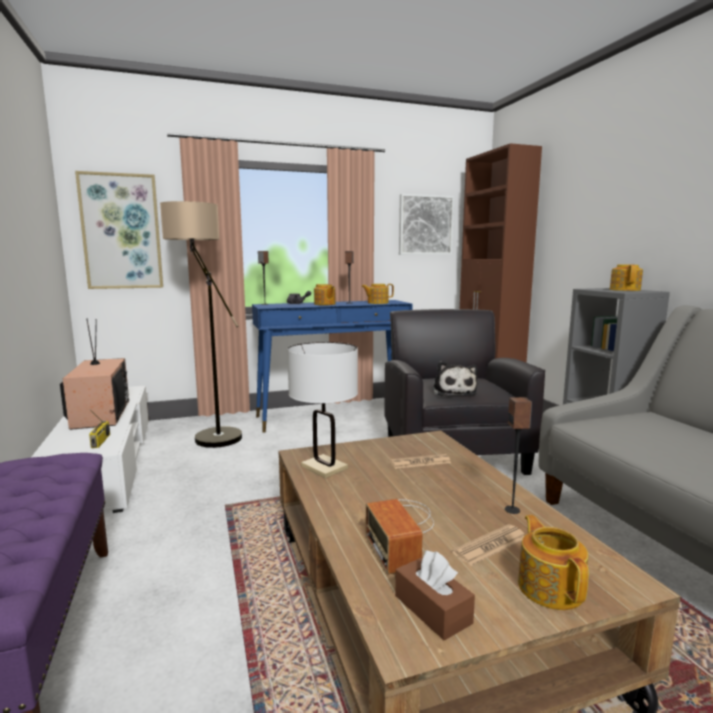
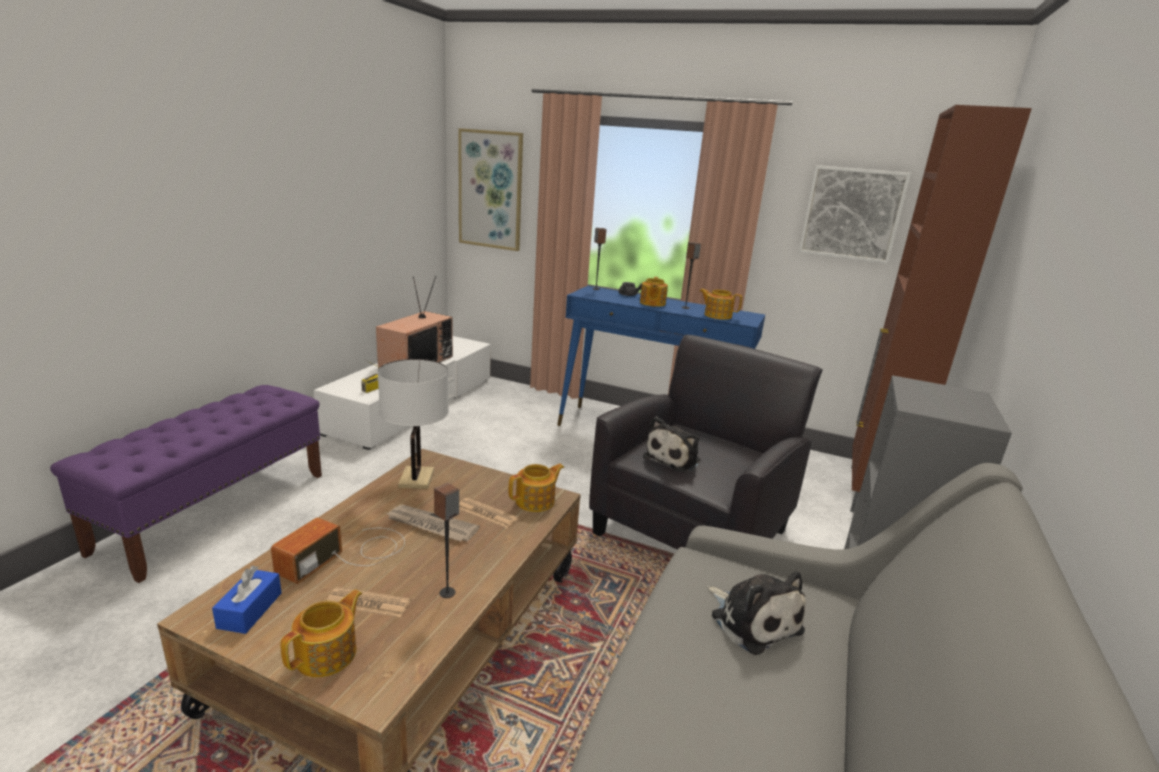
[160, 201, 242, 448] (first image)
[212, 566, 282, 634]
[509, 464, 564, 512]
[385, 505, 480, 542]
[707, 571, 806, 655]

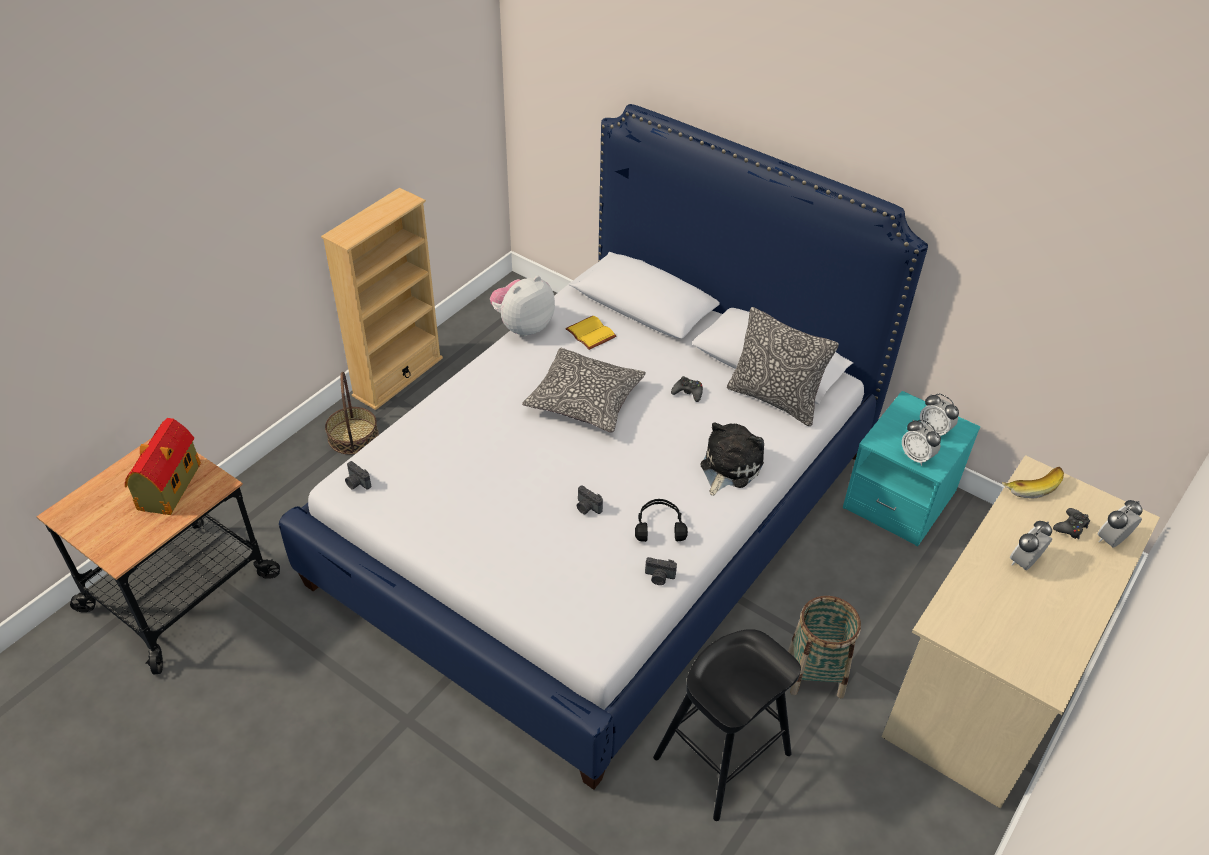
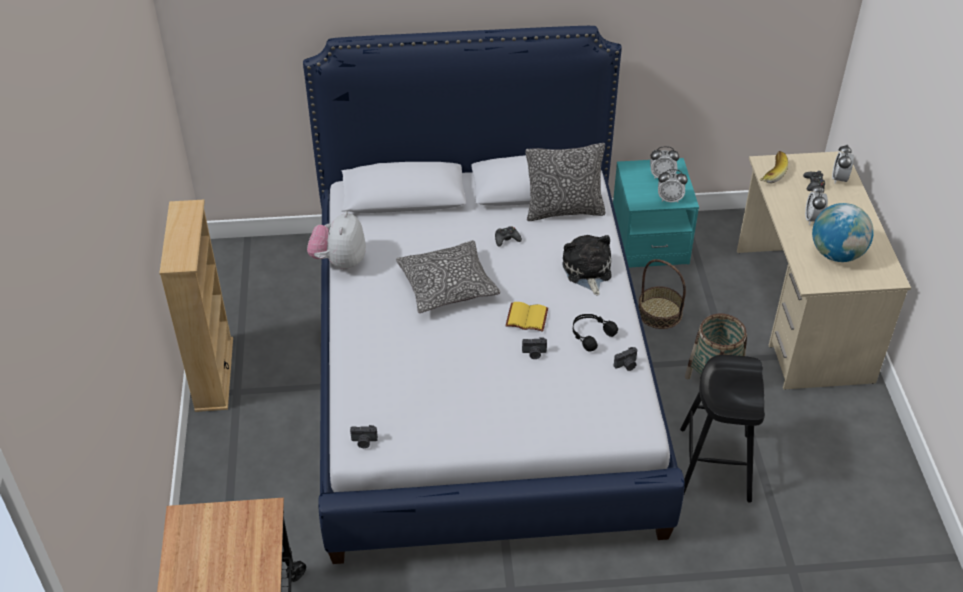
[125, 418, 201, 515] (first image)
[639, 259, 686, 329]
[506, 302, 548, 332]
[812, 203, 874, 262]

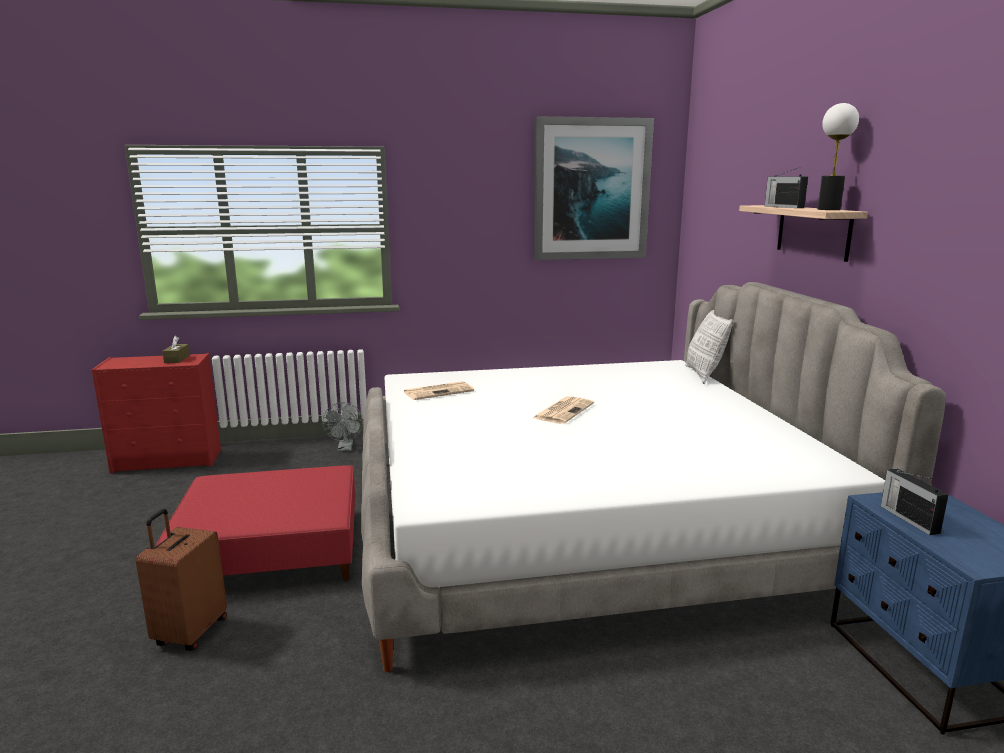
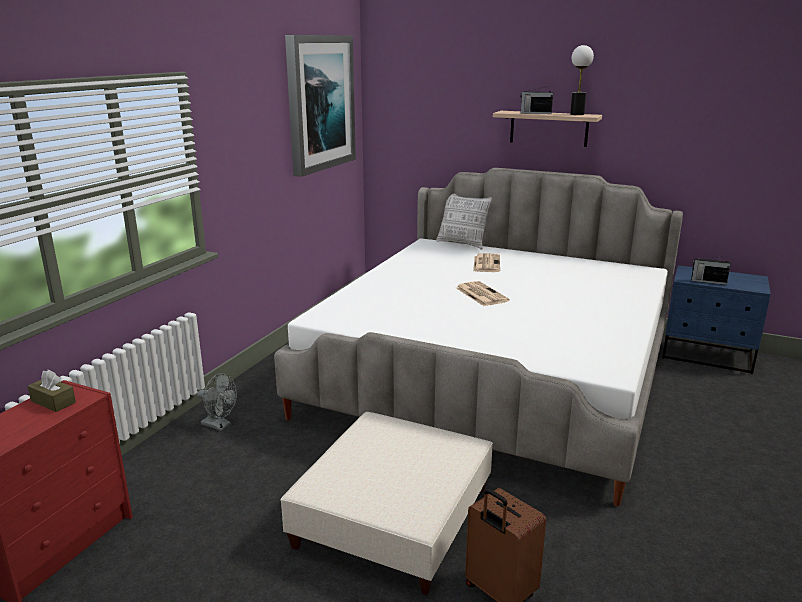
[280, 412, 493, 595]
[473, 253, 500, 272]

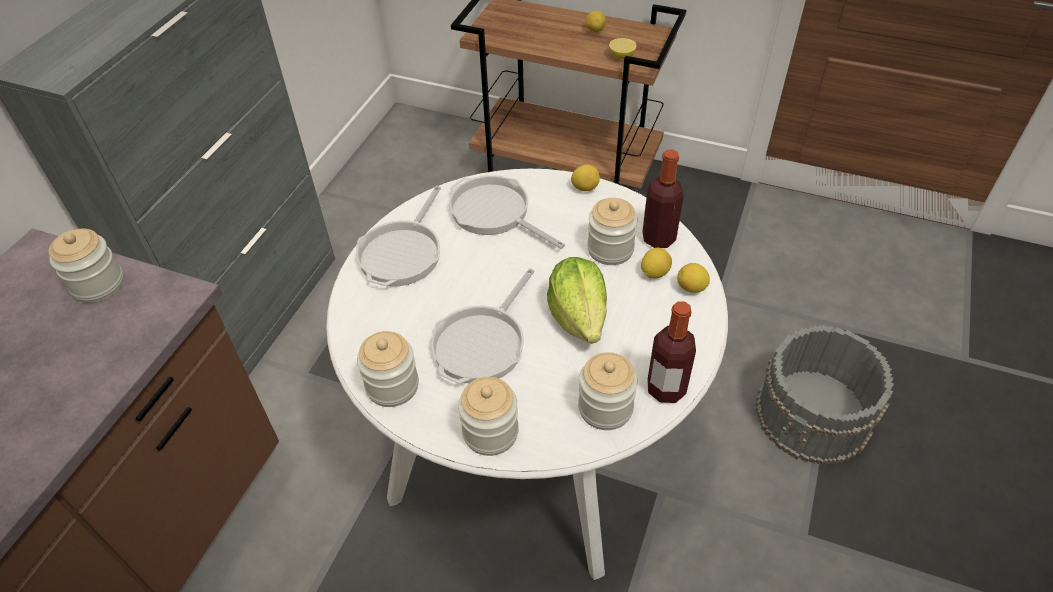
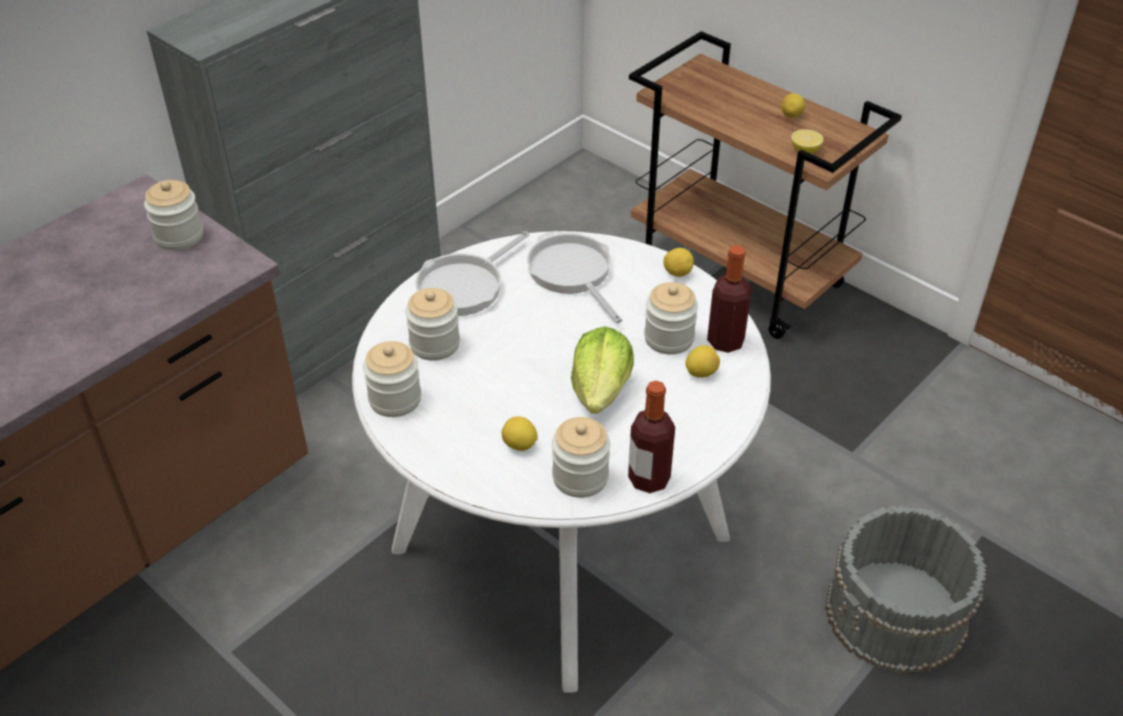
[431, 268, 535, 384] (first image)
[405, 288, 460, 361]
[502, 416, 538, 451]

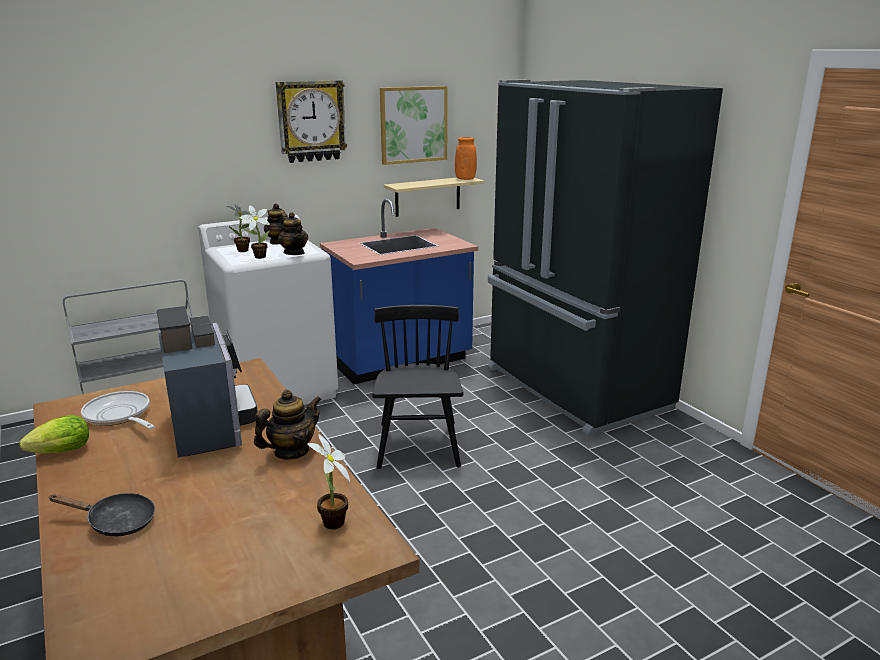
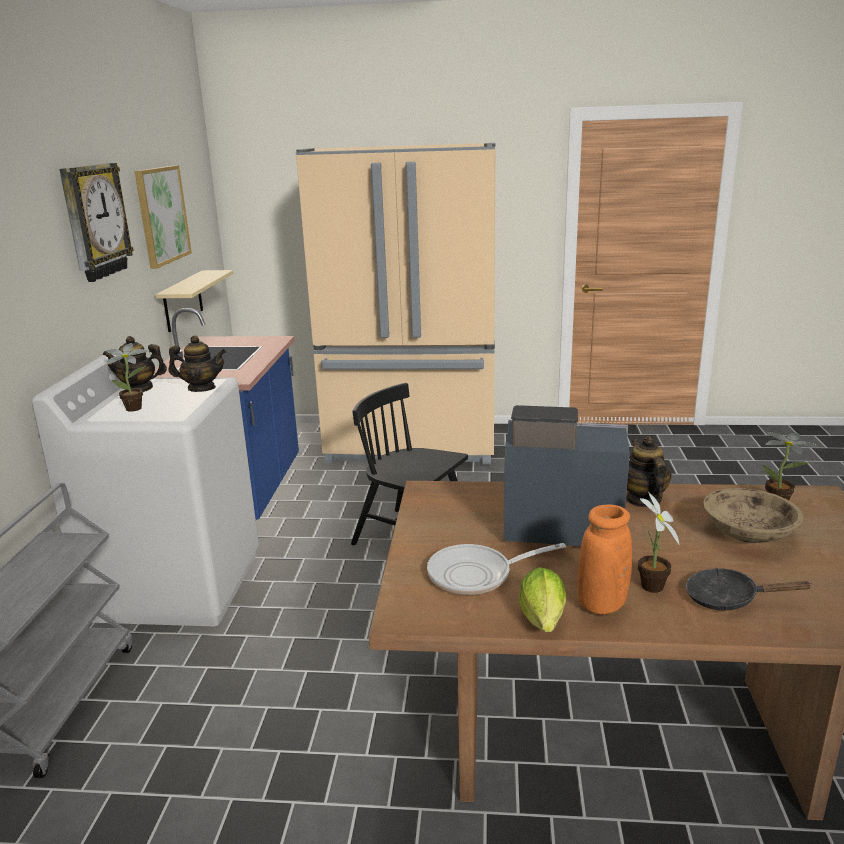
[686, 568, 812, 611]
[638, 492, 679, 593]
[578, 504, 632, 615]
[296, 143, 495, 465]
[703, 488, 803, 544]

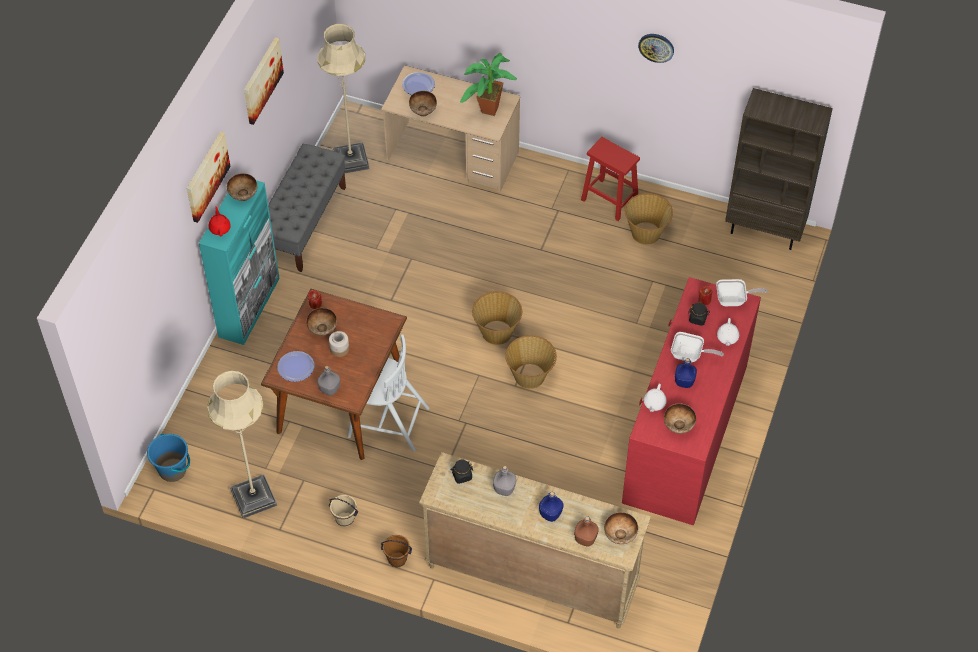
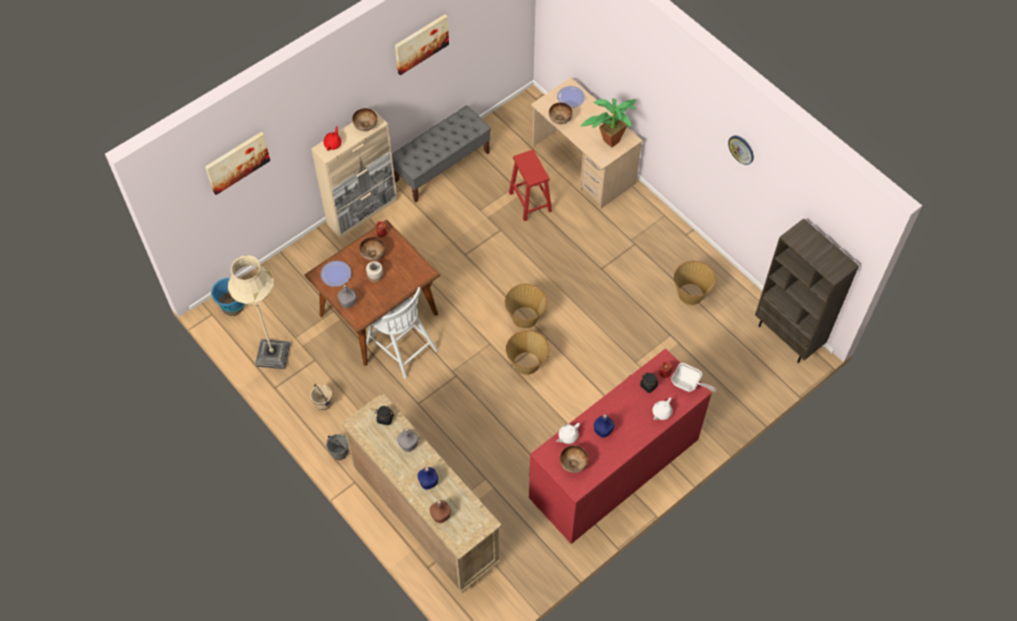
[205, 132, 270, 195]
[311, 109, 397, 238]
[317, 24, 369, 173] (first image)
[326, 434, 349, 460]
[509, 150, 552, 221]
[604, 512, 638, 544] (first image)
[671, 332, 724, 362] (first image)

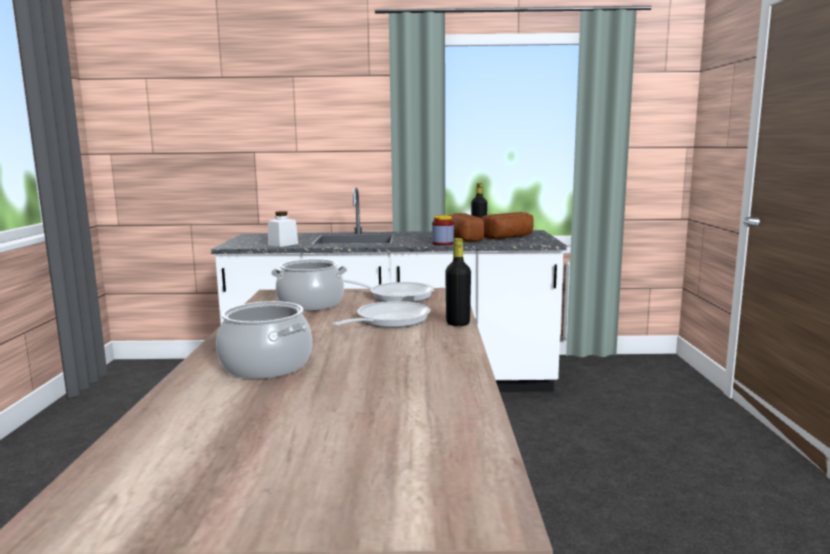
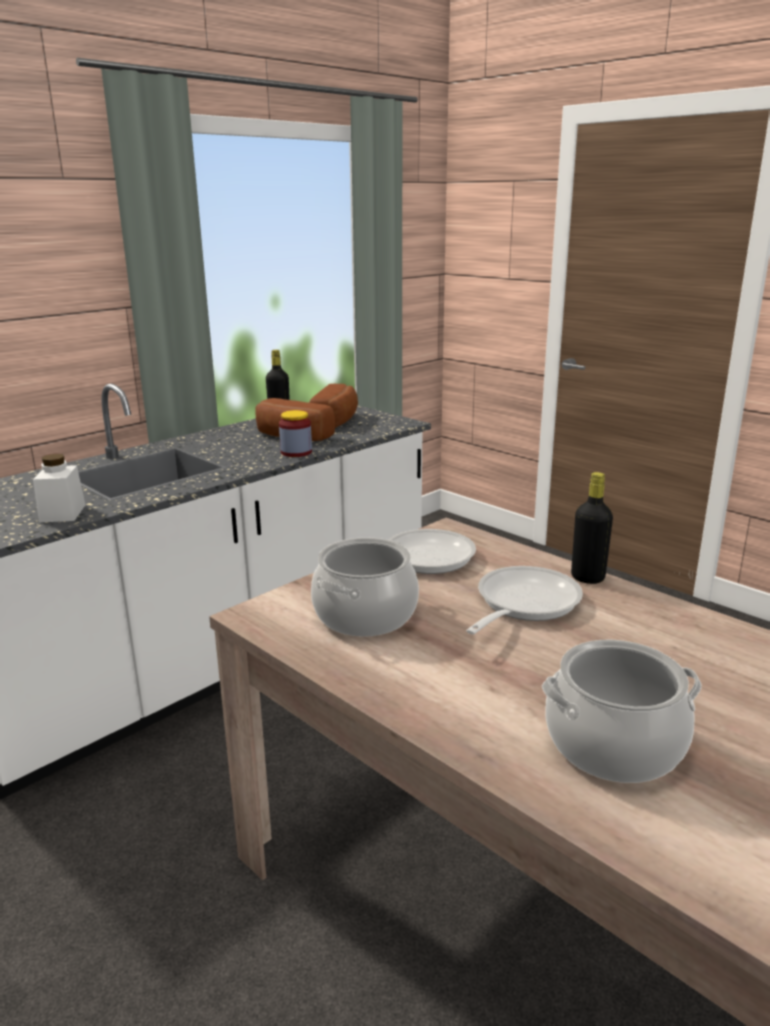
[466, 566, 583, 634]

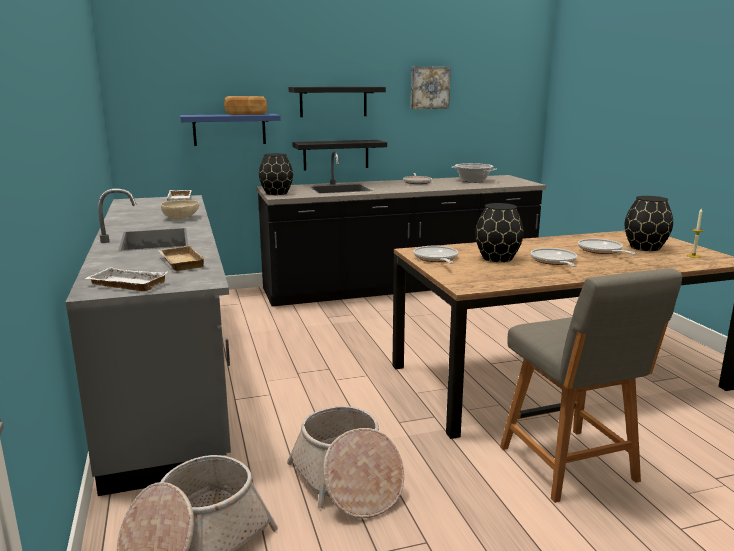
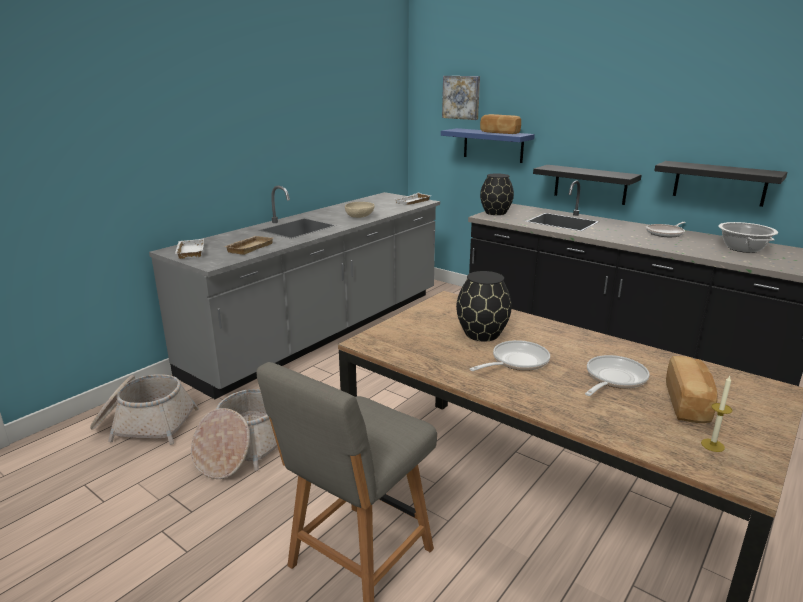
[654, 161, 788, 207]
[442, 76, 480, 120]
[414, 246, 458, 264] (first image)
[666, 356, 718, 423]

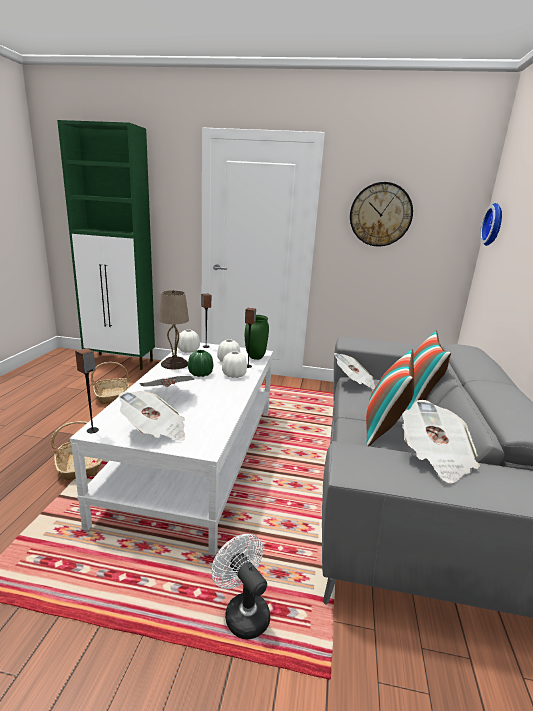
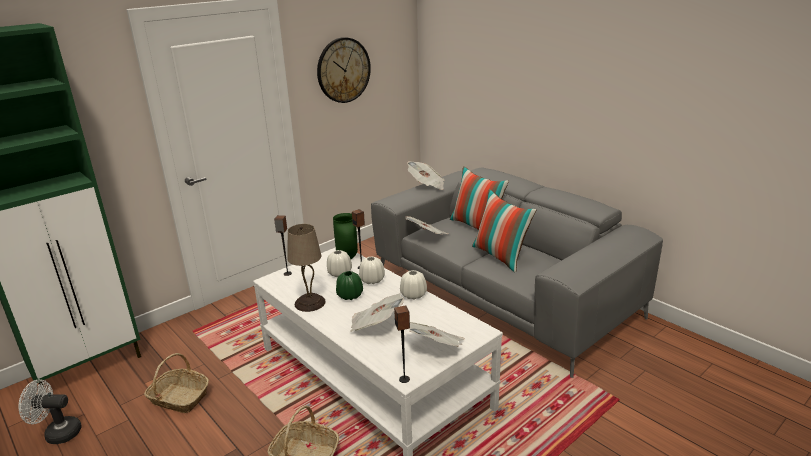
[400, 270, 427, 300]
[19, 379, 82, 444]
[407, 161, 445, 190]
[480, 203, 502, 246] (first image)

